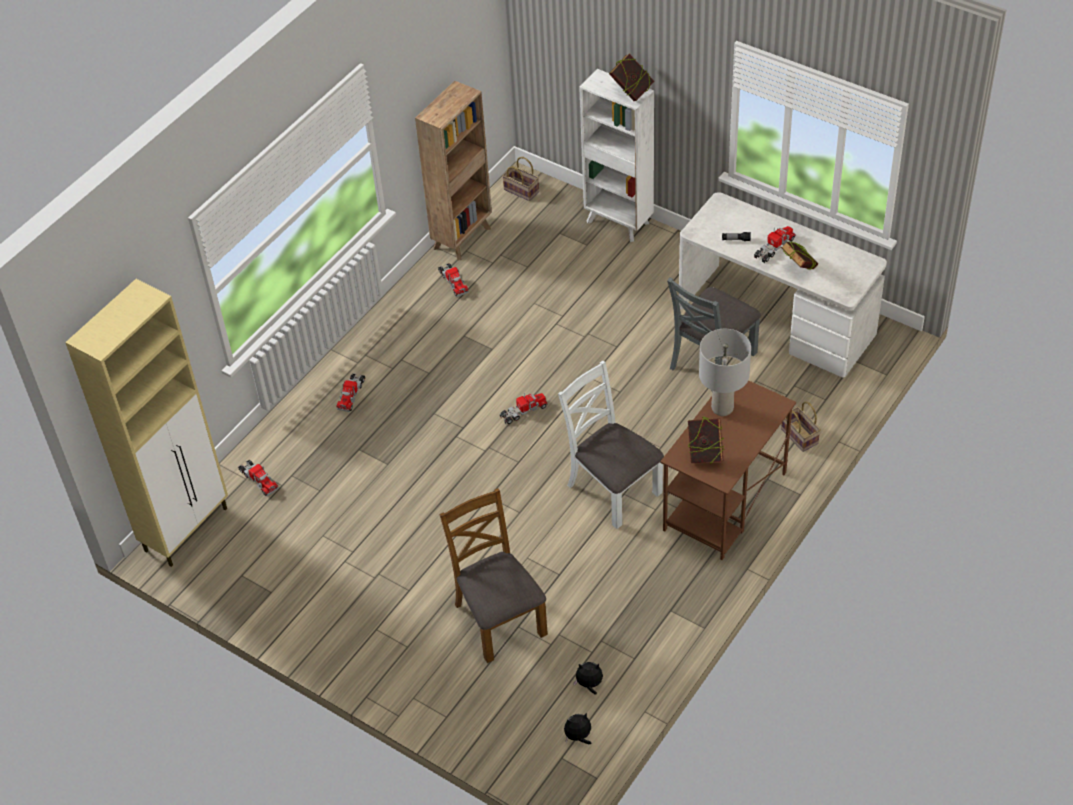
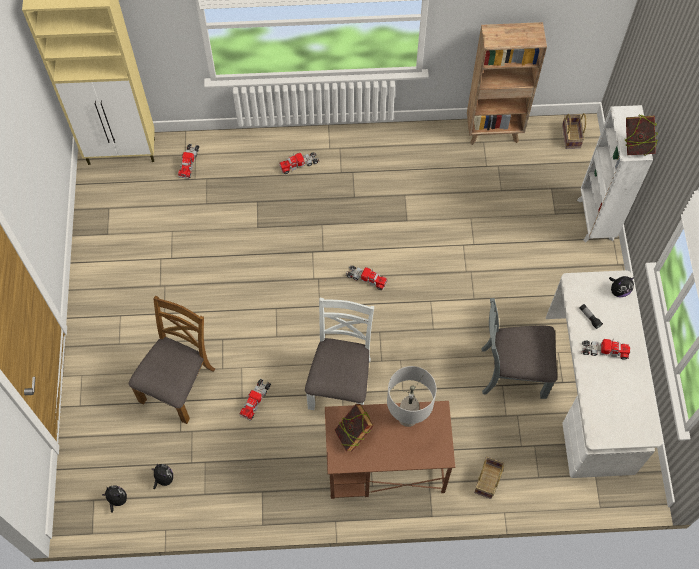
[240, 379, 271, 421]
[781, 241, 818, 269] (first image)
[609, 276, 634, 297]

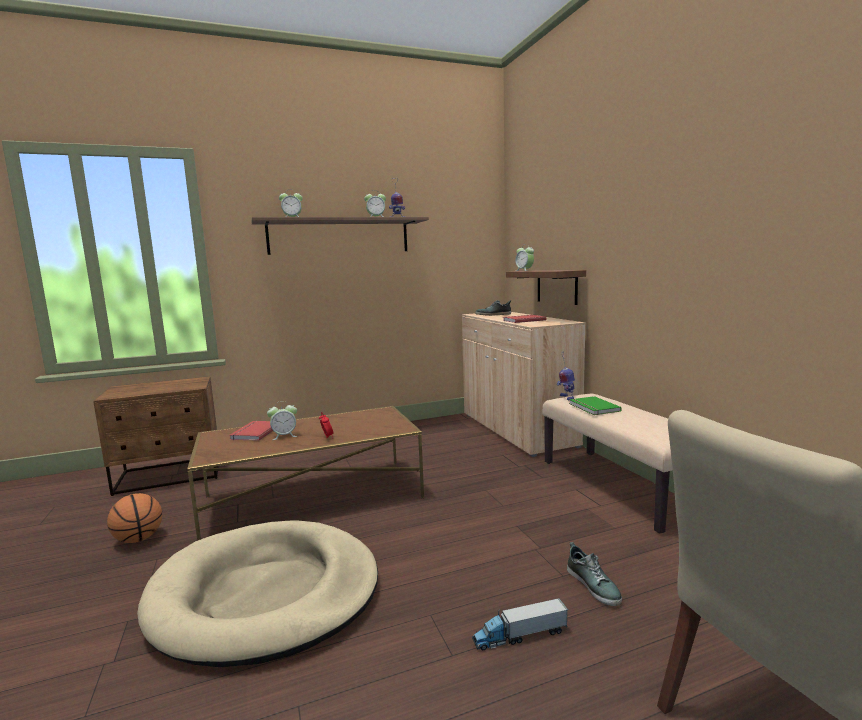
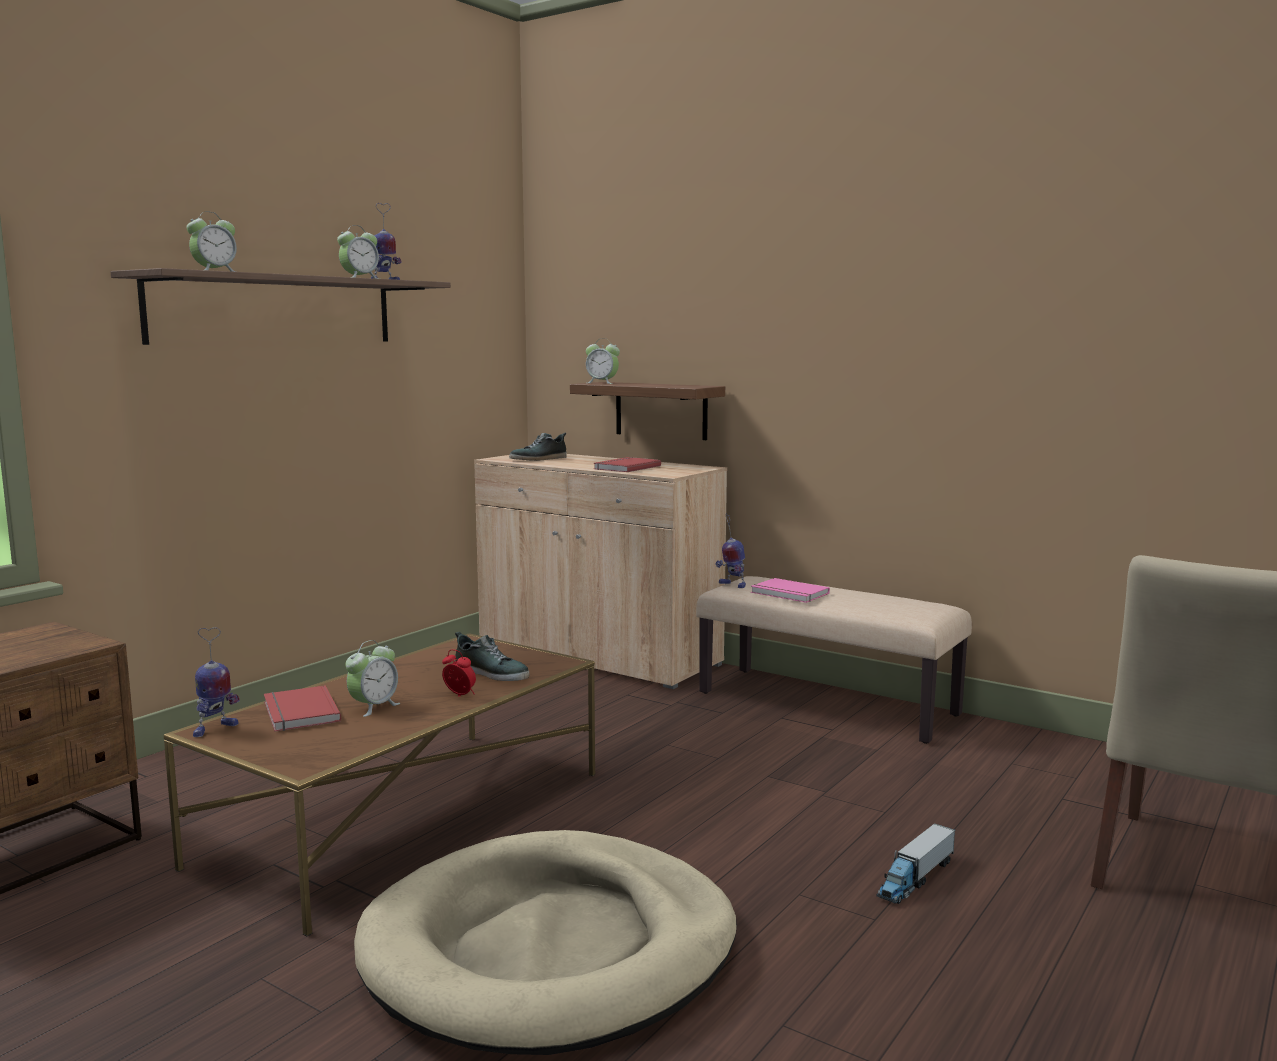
[107, 493, 162, 543] (first image)
[455, 632, 529, 681]
[751, 578, 830, 603]
[193, 627, 240, 737]

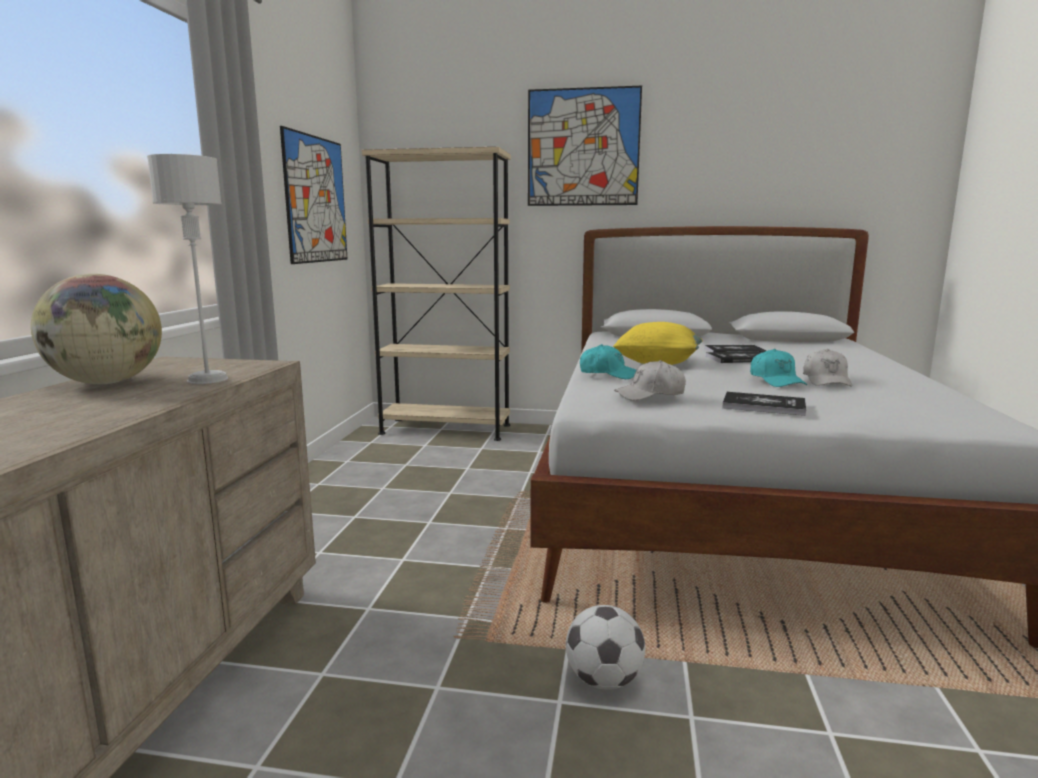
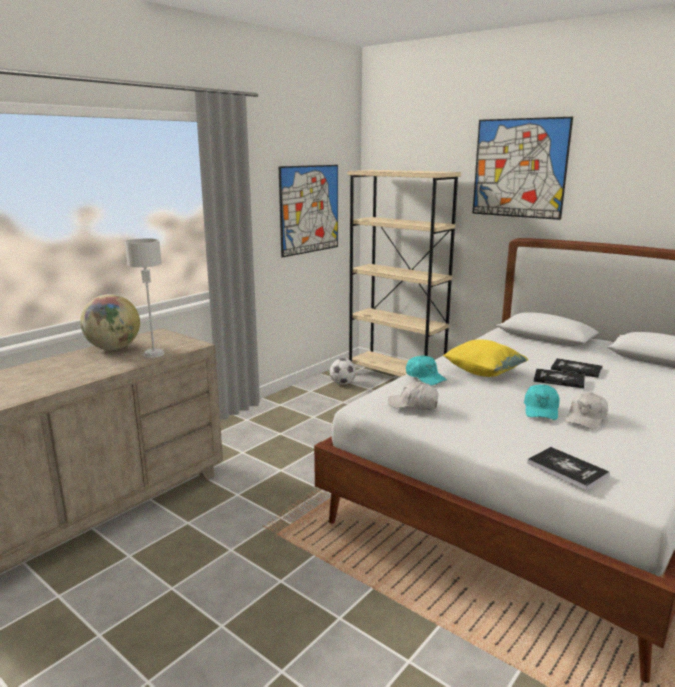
[330, 358, 356, 385]
[527, 447, 609, 490]

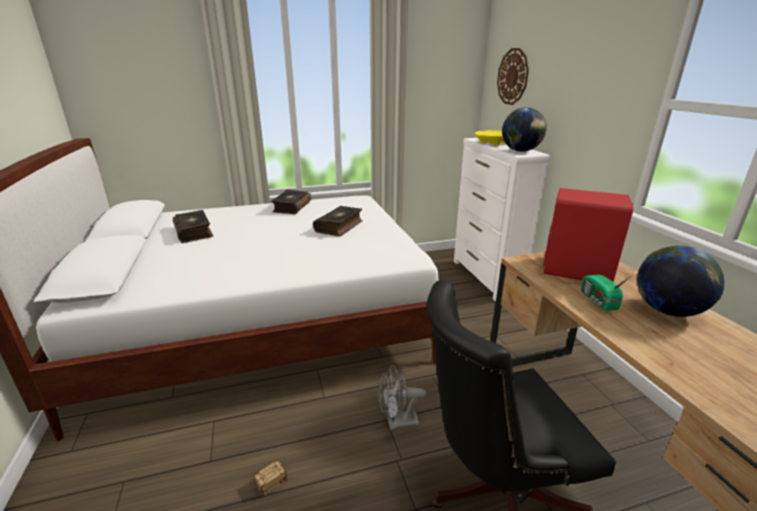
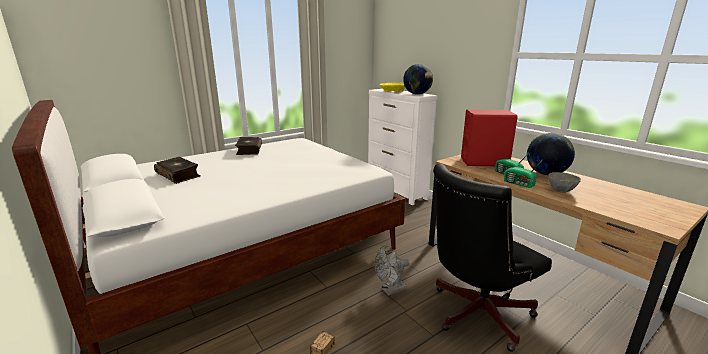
[313, 206, 363, 236] (first image)
[497, 48, 529, 105] (first image)
[504, 163, 540, 188]
[548, 172, 581, 193]

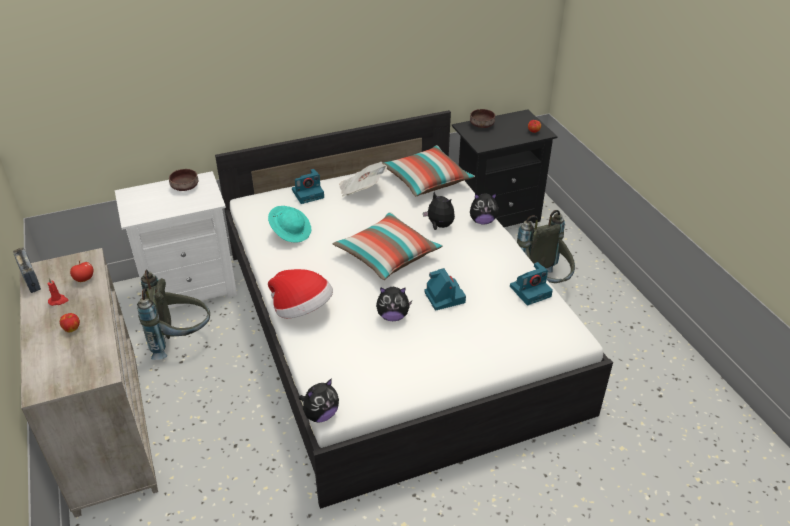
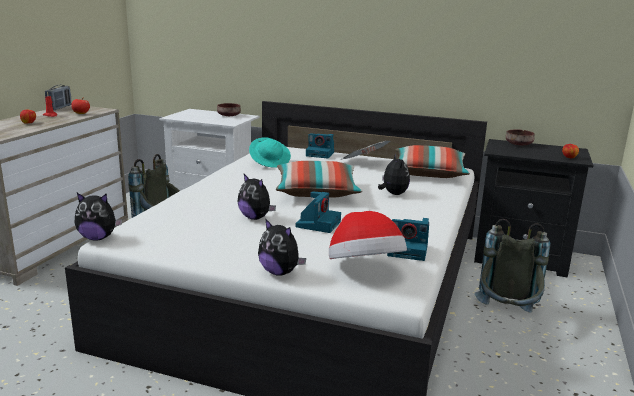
[329, 211, 407, 259]
[258, 219, 306, 276]

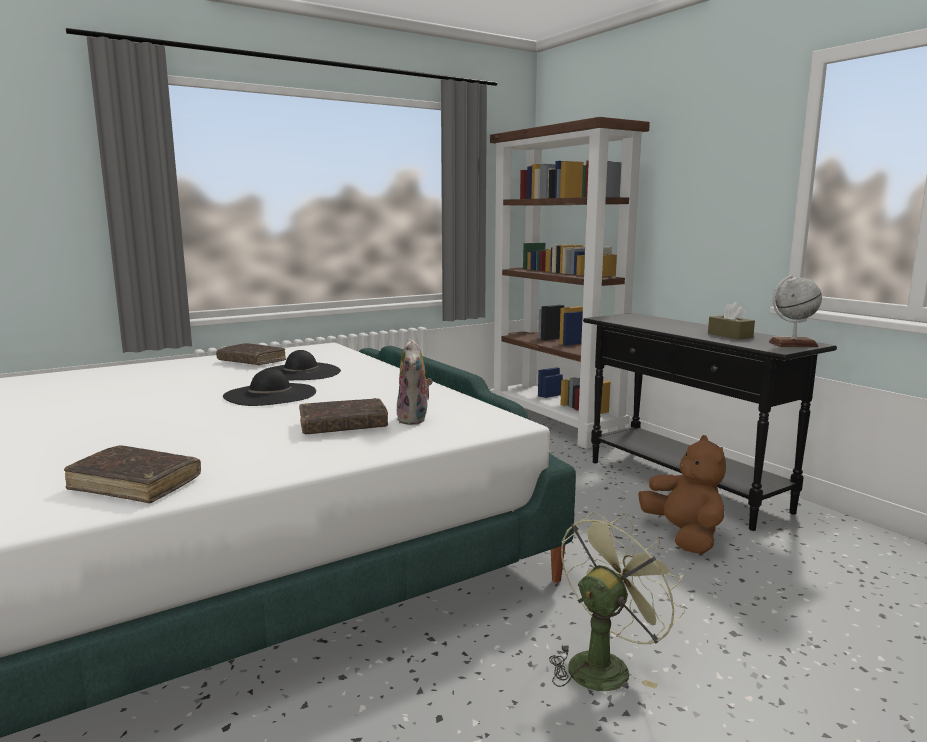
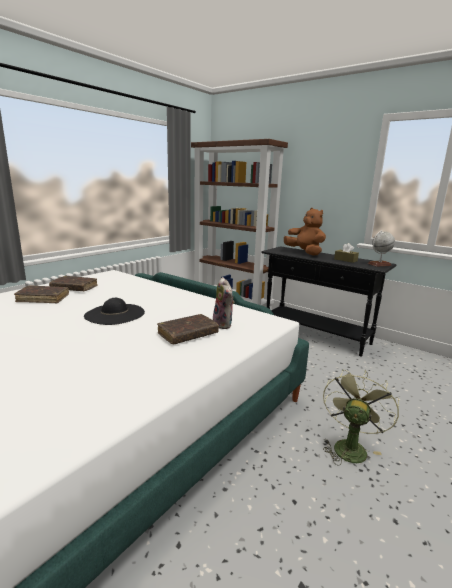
[14, 285, 69, 303]
[264, 350, 341, 380] (first image)
[284, 208, 326, 256]

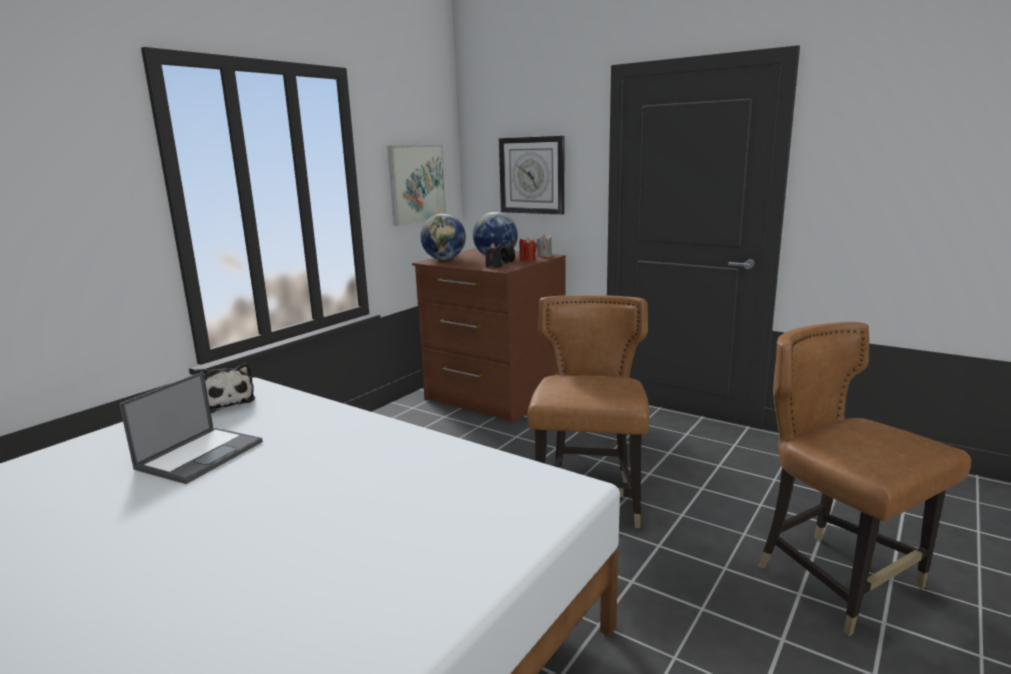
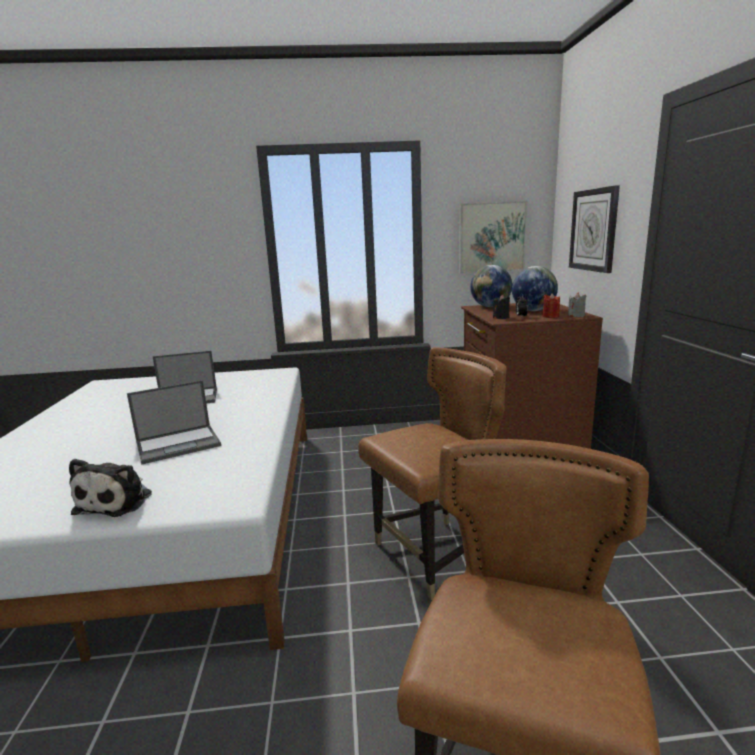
[69, 459, 152, 517]
[127, 380, 221, 465]

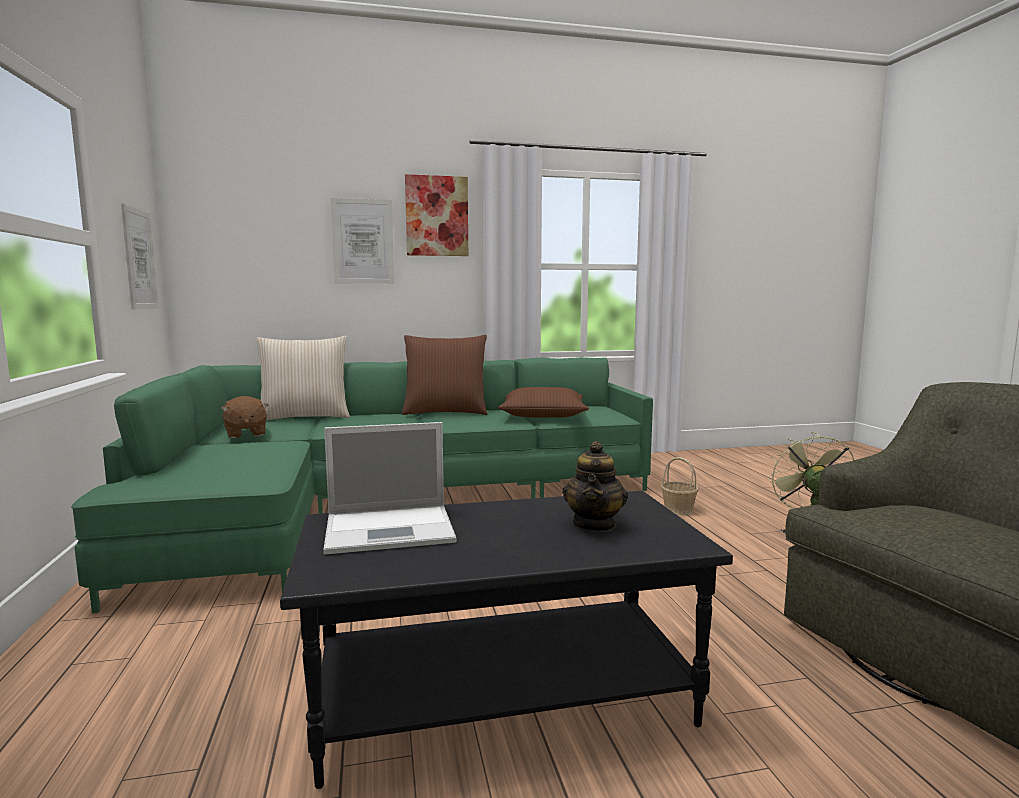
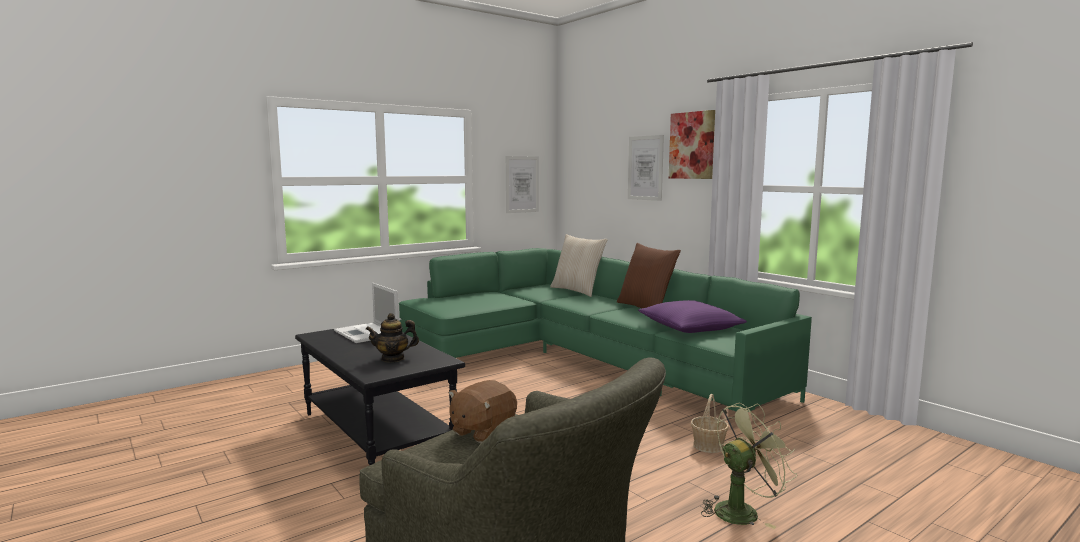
[448, 380, 517, 443]
[638, 300, 747, 333]

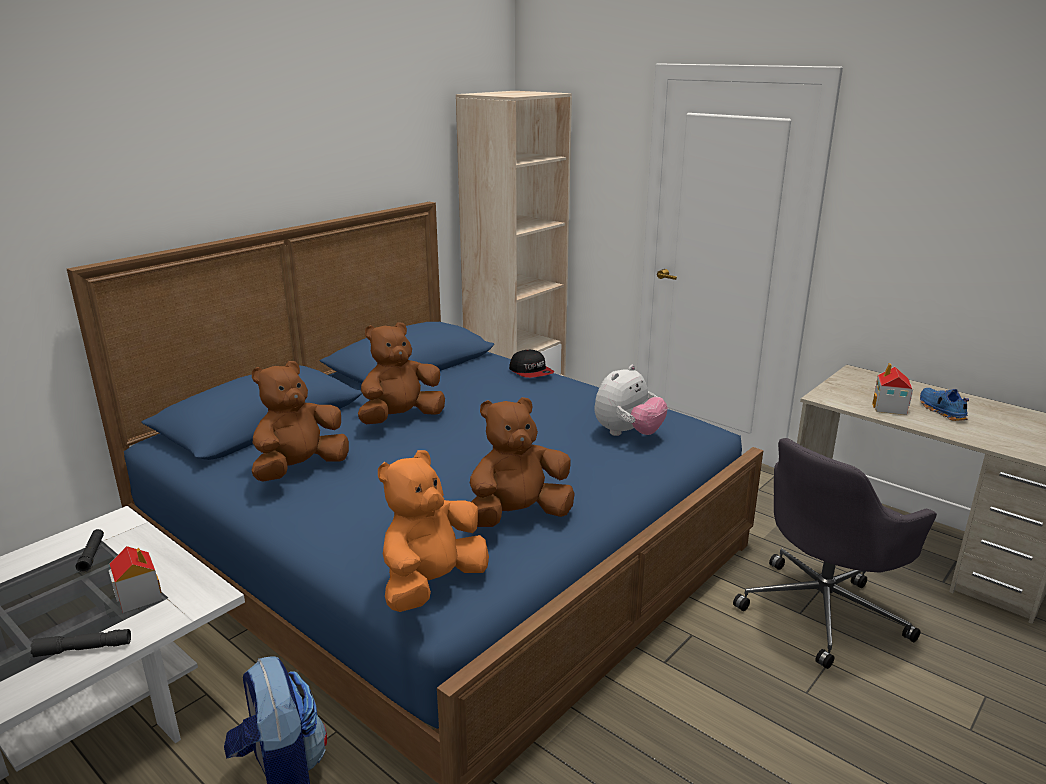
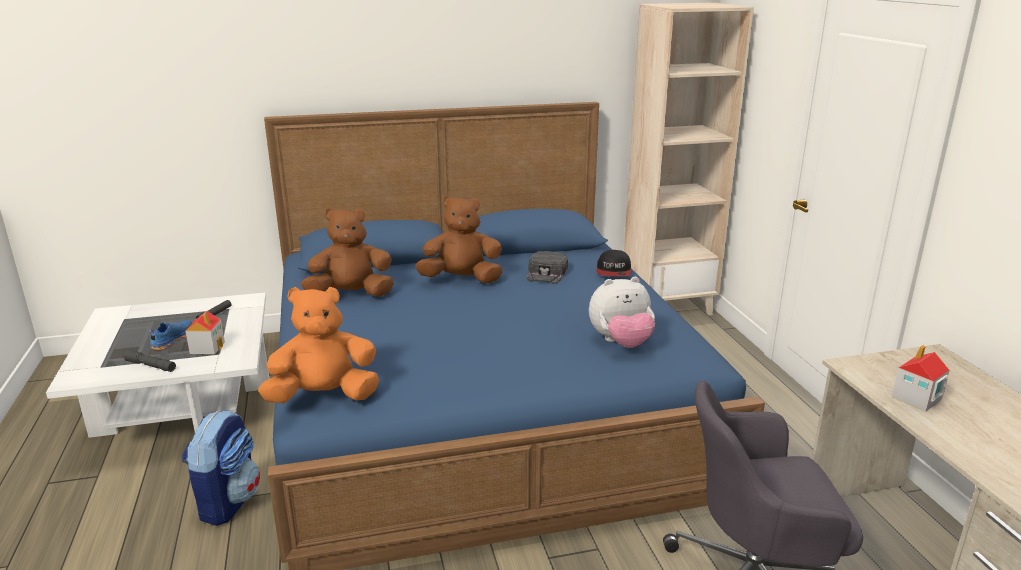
[470, 397, 575, 527] (first image)
[149, 320, 192, 350]
[527, 251, 568, 284]

